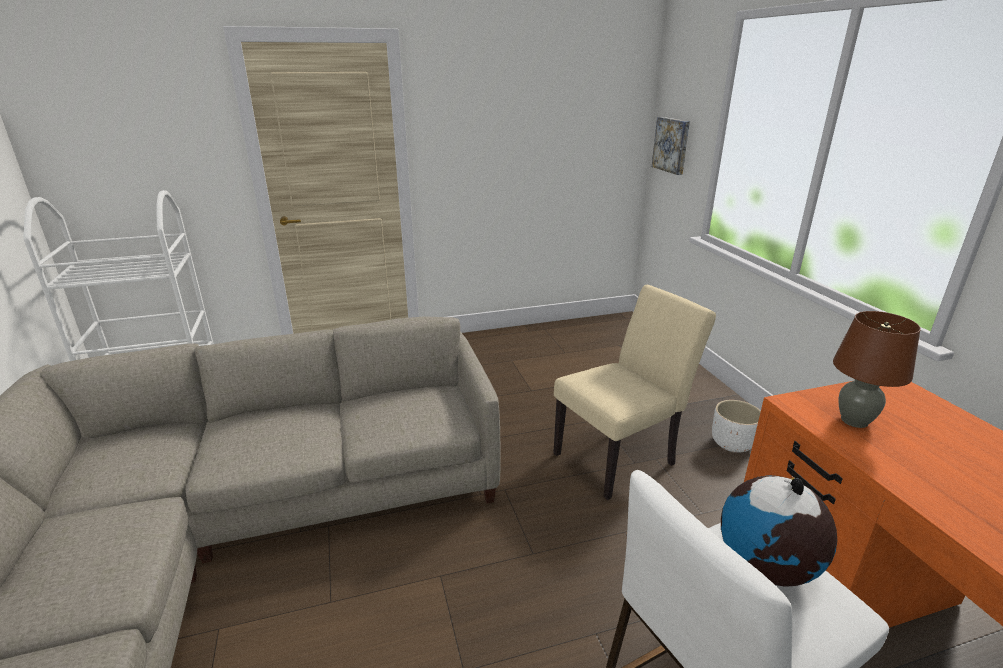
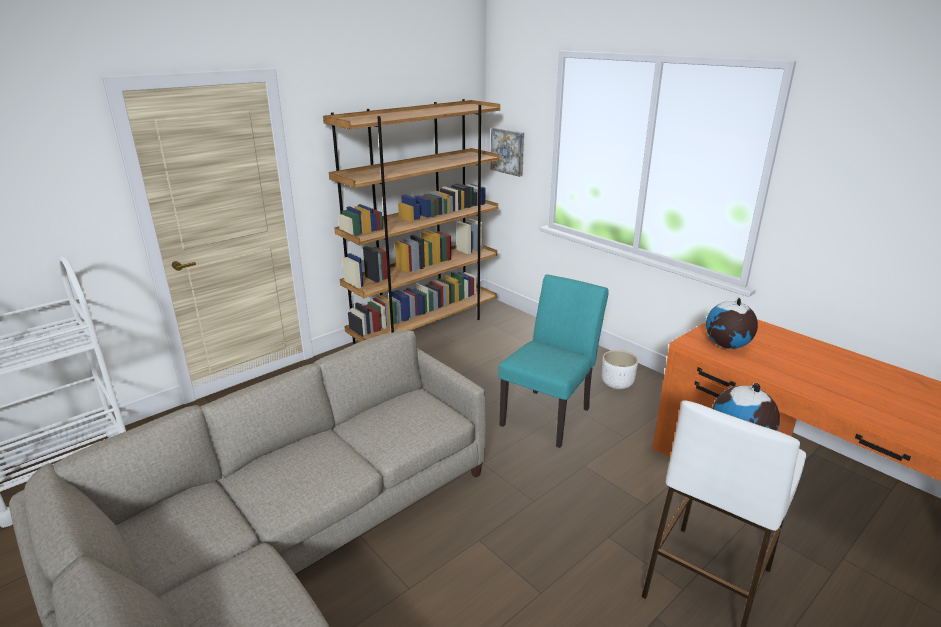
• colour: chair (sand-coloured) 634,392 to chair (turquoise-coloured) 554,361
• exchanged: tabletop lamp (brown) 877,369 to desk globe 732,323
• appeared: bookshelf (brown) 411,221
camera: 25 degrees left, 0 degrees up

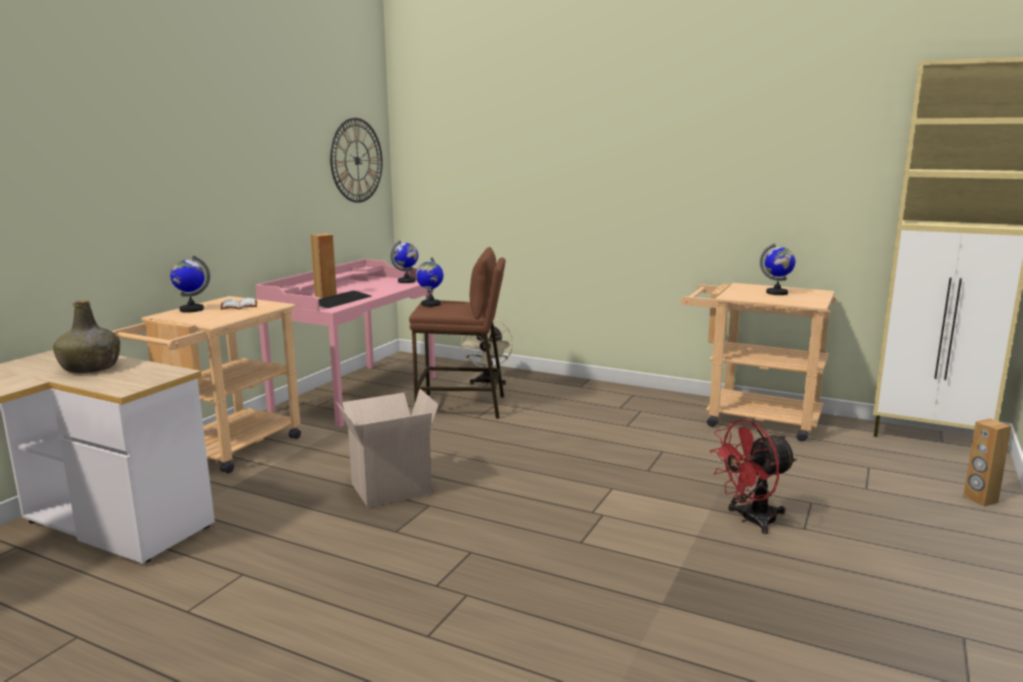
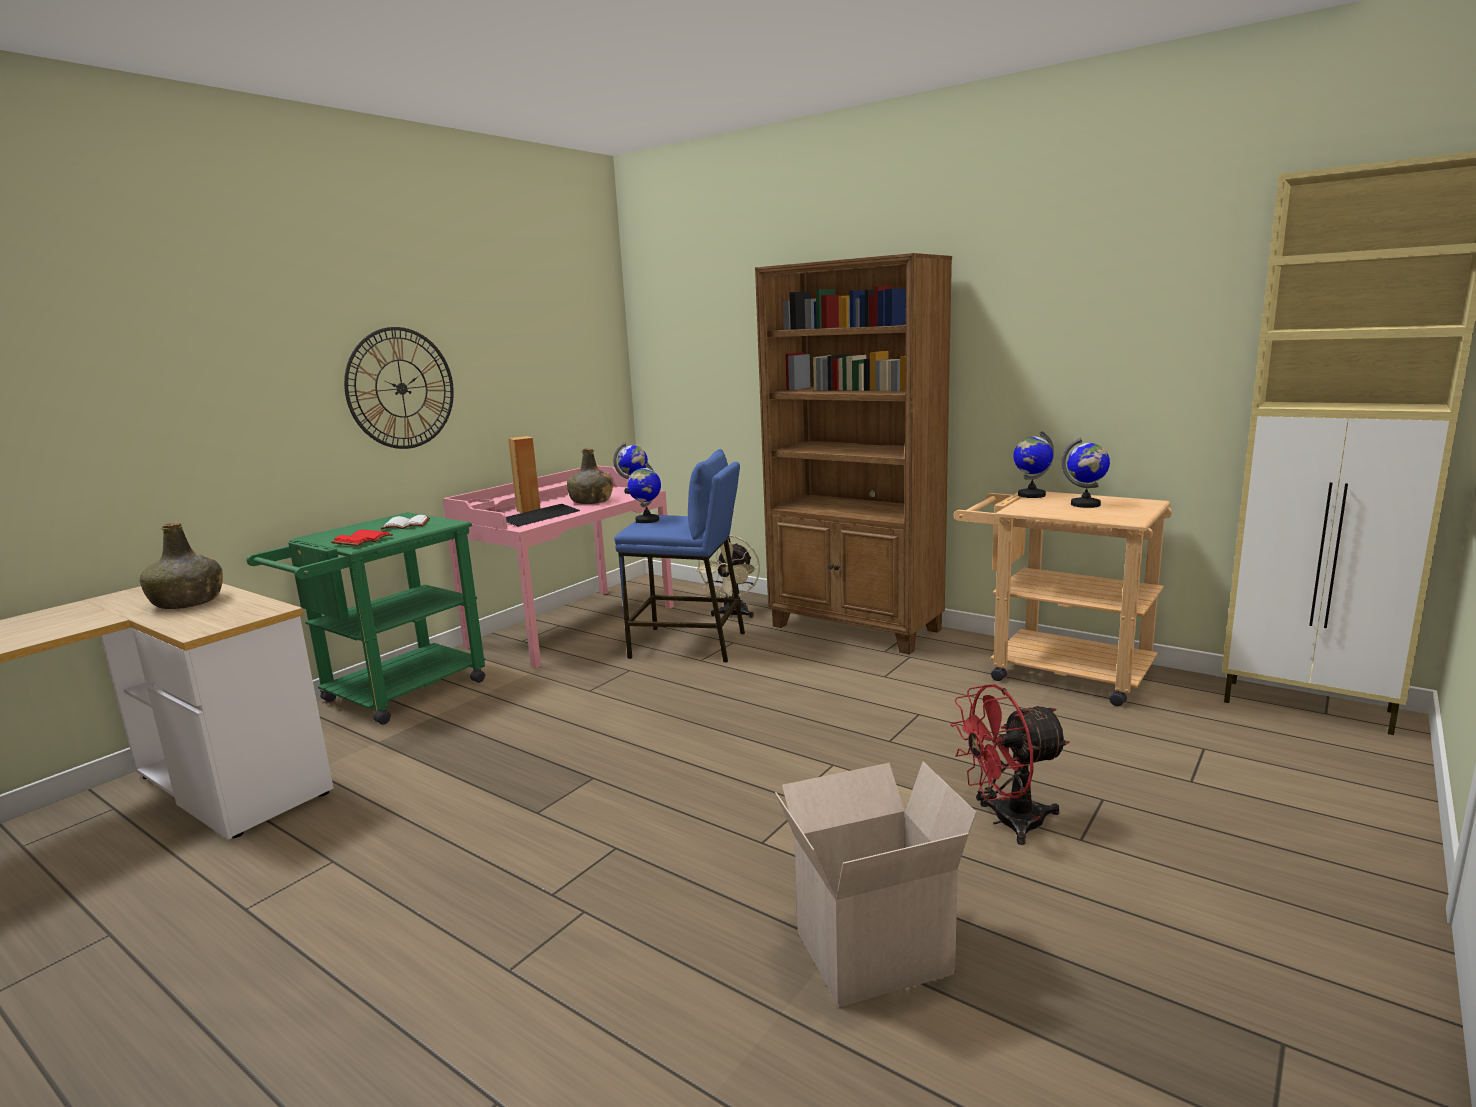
• relocated: clock on the wall 356,160 to 399,388
• colour: stool seat (brown) 457,333 to stool seat (bluish) 679,555
• relocated: desk globe 190,284 to 1033,464
• colour: wheeled cart (sand-coloured) 206,385 to wheeled cart (green) 365,618
• relocated: cardboard box 387,448 to 876,884
• missing: speaker (brown) 987,462
• appeared: bookshelf (brown) 853,453
• appeared: beverage bottle (green) 590,476
• appeared: book (red) 362,538
camera: 10 degrees right, 0 degrees up

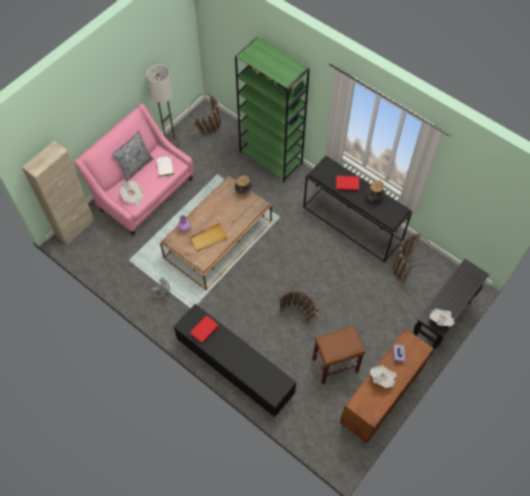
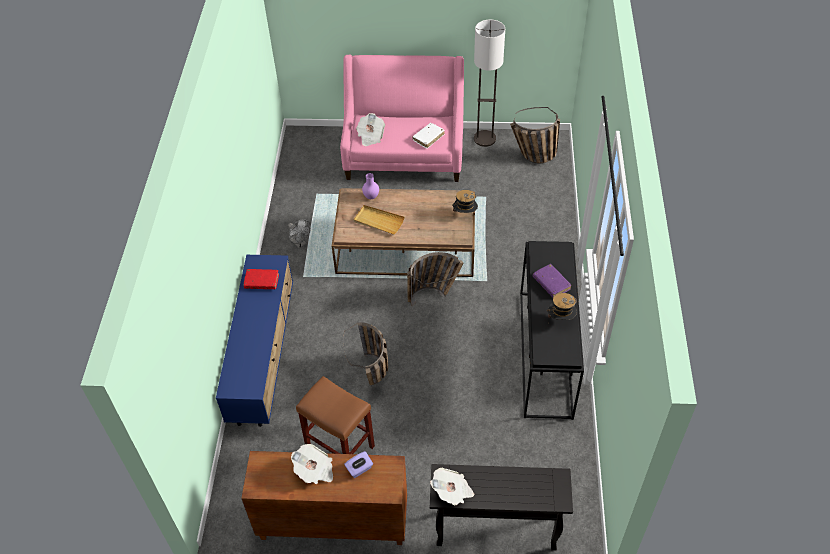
• missing: bookshelf (green) 272,110
• missing: cushion 133,156
• missing: storage cabinet (sand-coloured) 58,193
• colour: book (red) 347,183 to book (purple) 552,281
• relocated: household basket 411,258 to 435,279
• colour: tv unit (black) 234,360 to tv unit (bluish) 254,341
camera: 55 degrees right, 10 degrees down

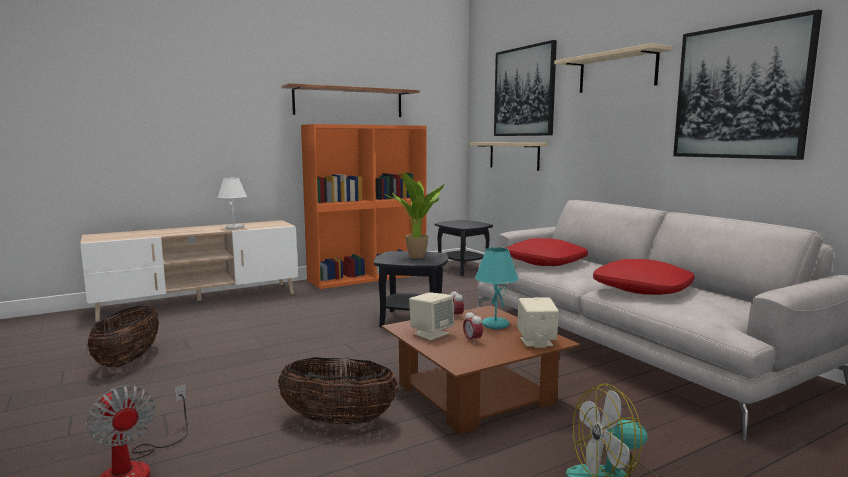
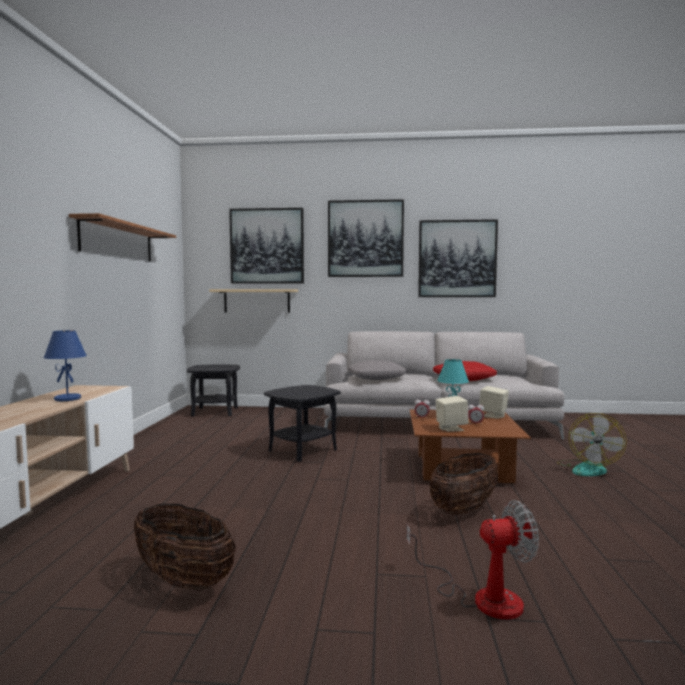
• exchanged: bracket shelf (sand-coloured) 613,68 to wall picture 366,238
• missing: bookshelf (orange-coloured) 363,206
• missing: houseplant 413,216
• colour: tabletop lamp (whitish) 232,203 to tabletop lamp (bluish) 65,365
• colour: cushion (red) 547,252 to cushion (grey) 377,370
camera: 55 degrees left, 5 degrees down

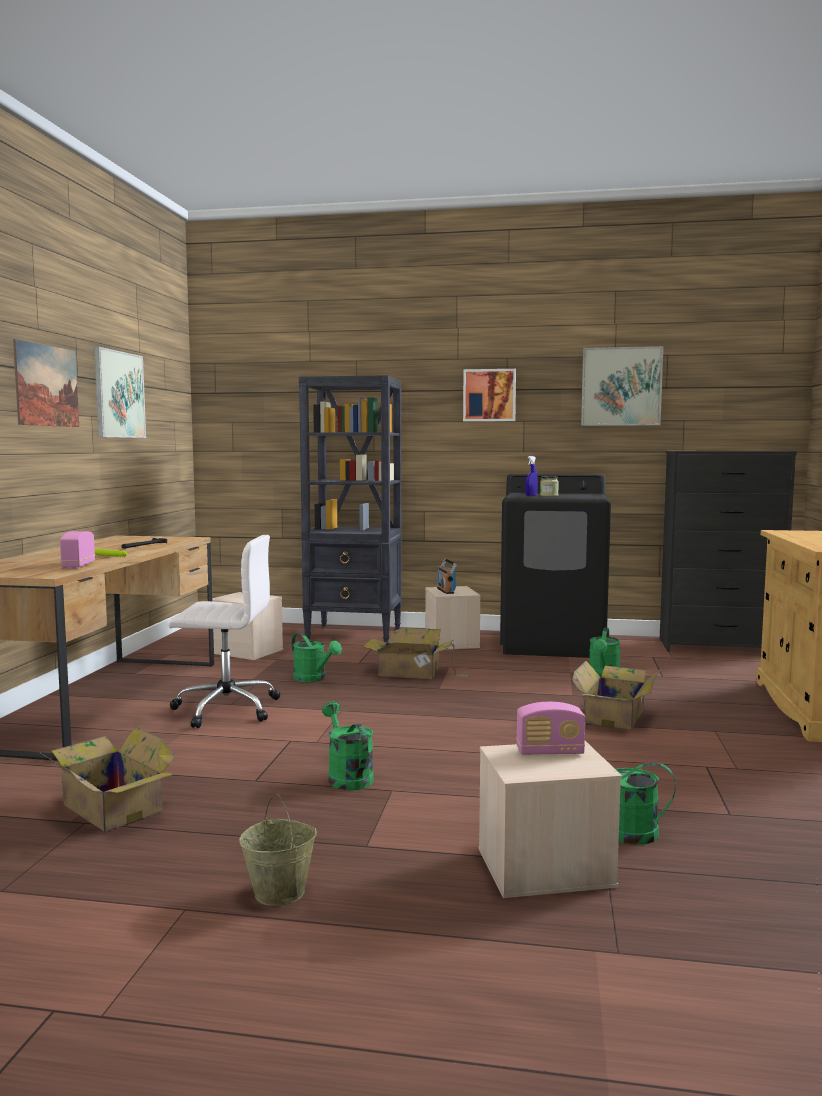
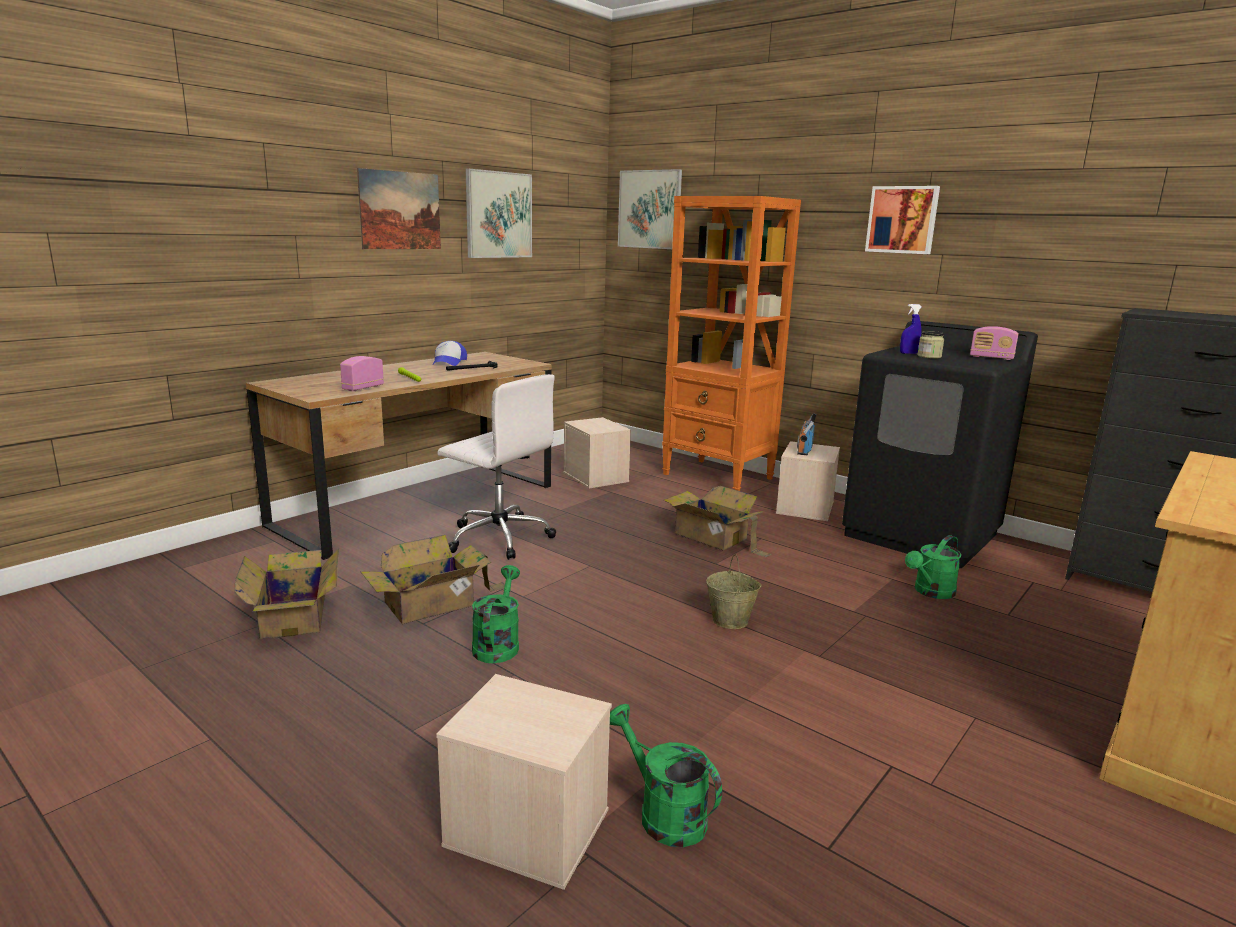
• relocated: wall picture 622,386 to 650,209
• colour: bookshelf (black) 350,509 to bookshelf (orange-coloured) 731,343
• missing: watering can (green) 316,657
• relocated: cardboard box 616,695 to 433,579
• relocated: radio 550,728 to 994,343
• relocated: pail (sand-coloured) 278,850 to 734,591
• appeared: cap 450,353
camera: 30 degrees right, 10 degrees up

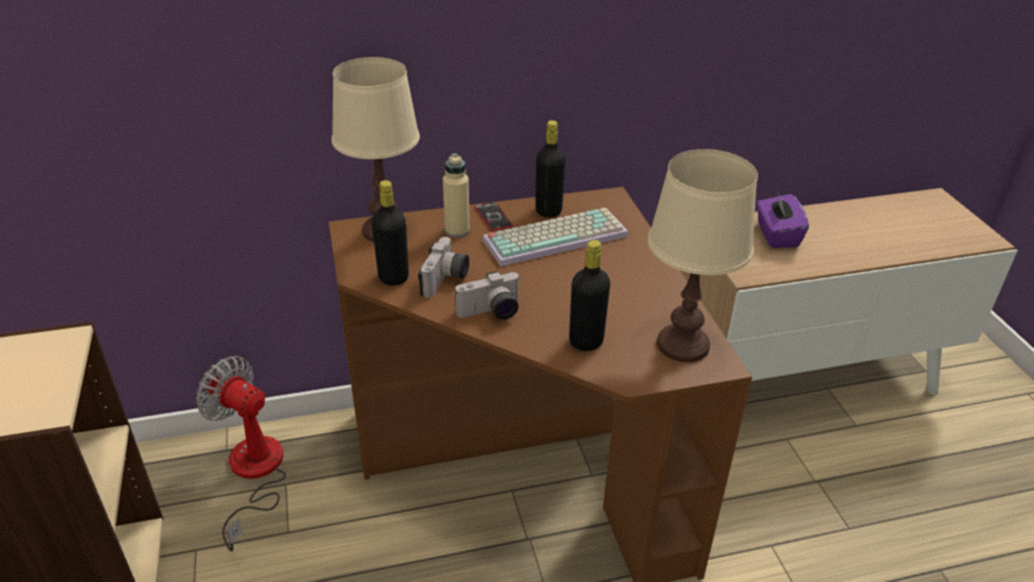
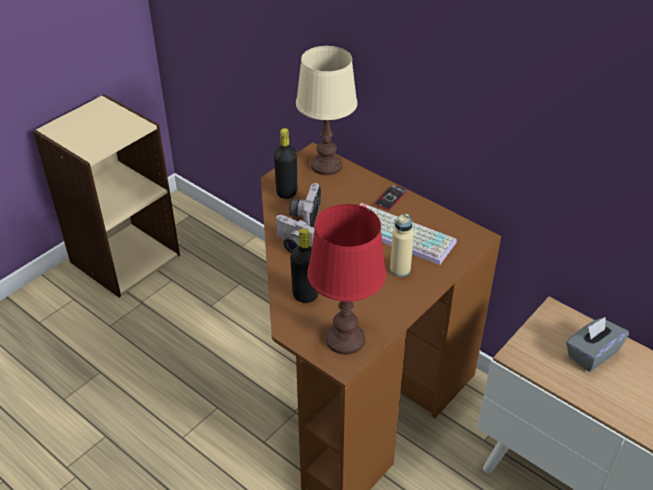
• missing: beverage bottle (black) 550,169
• colour: tabletop lamp (sand-coloured) 703,255 to tabletop lamp (red) 346,279
• relocated: beverage bottle (sand-coloured) 456,196 to 402,245
• colour: tissue box (purple) 783,221 to tissue box (grey) 597,344
• spun: still camera 443,267 = 305,205 120 degrees clockwise
• missing: cooling fan 241,453
camera: 55 degrees right, 5 degrees up

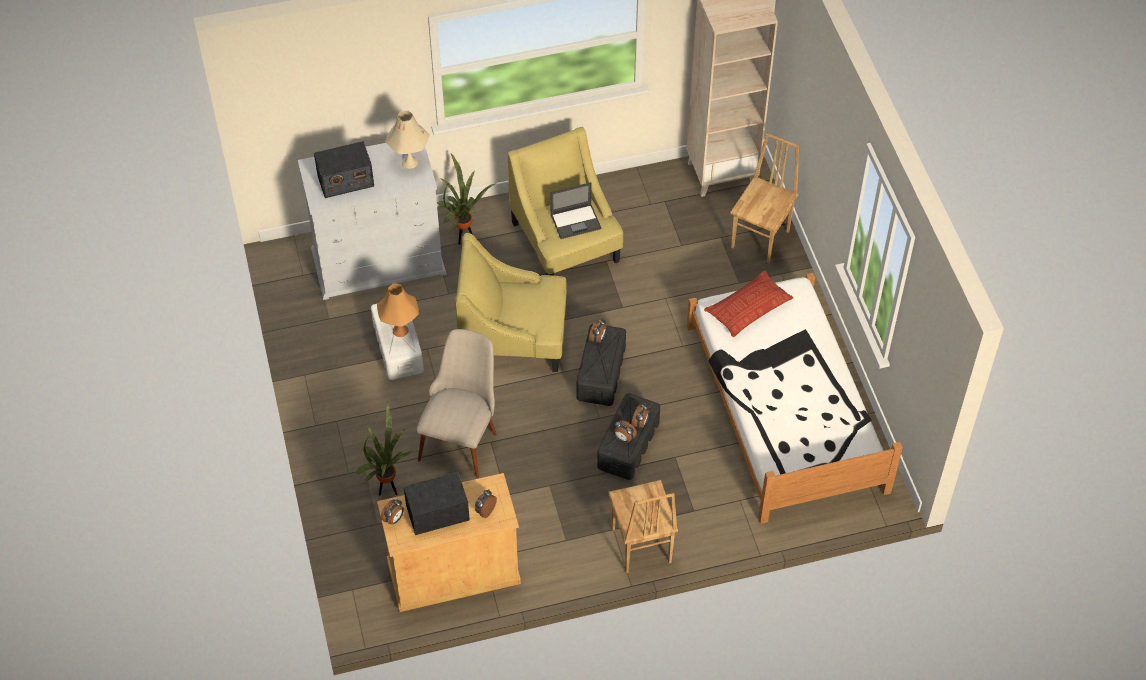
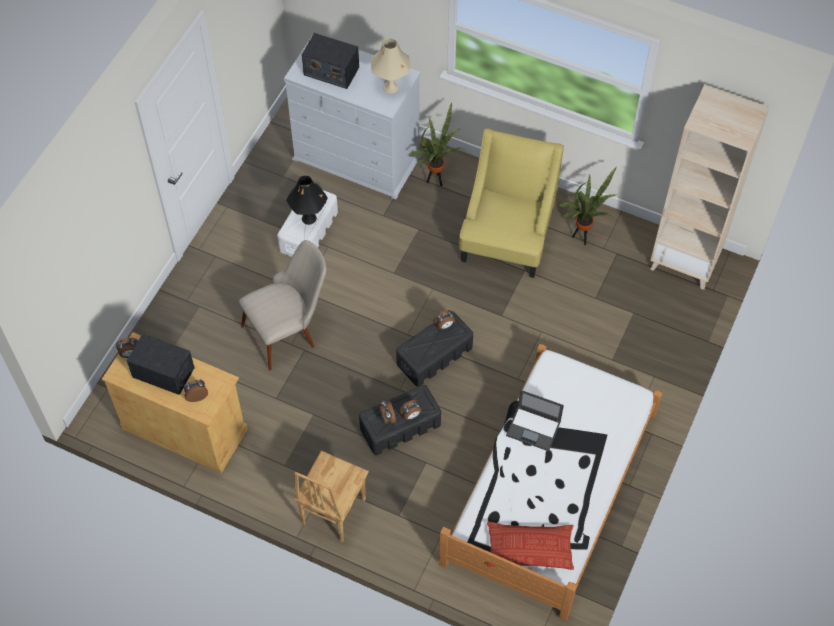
• missing: chair (brown) 764,198
• relocated: notebook computer 575,210 to 535,420
• missing: armchair (yellow-coloured) 511,302
• relocated: cushion 748,303 to 530,546
• colour: tabletop lamp (orange-coloured) 398,310 to tabletop lamp (black) 307,200
• relocated: houseplant 387,449 to 587,206
camera: 40 degrees right, 5 degrees up

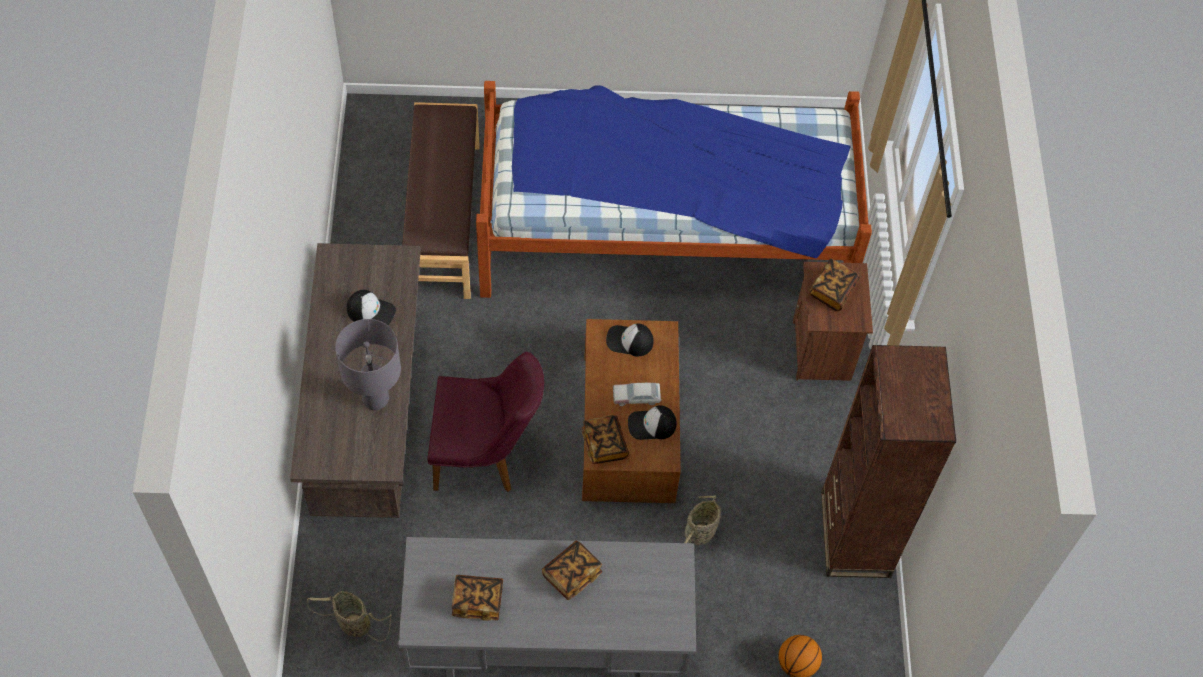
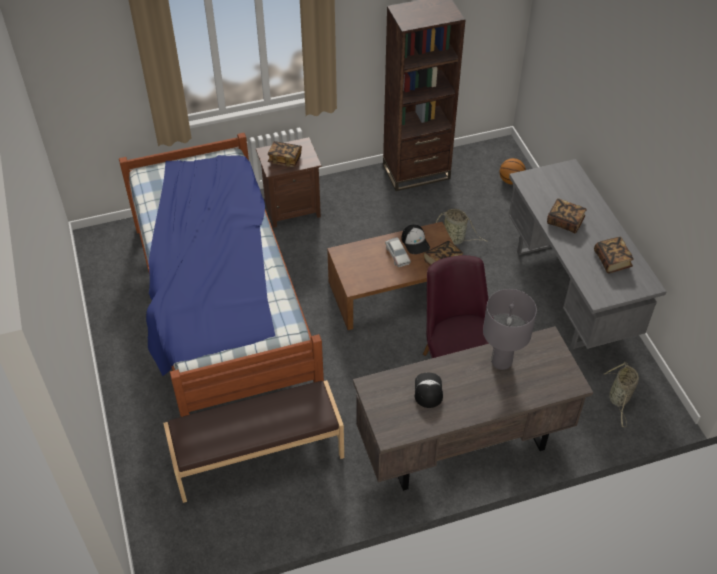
• missing: cap 630,340
camera: 105 degrees left, 10 degrees down

